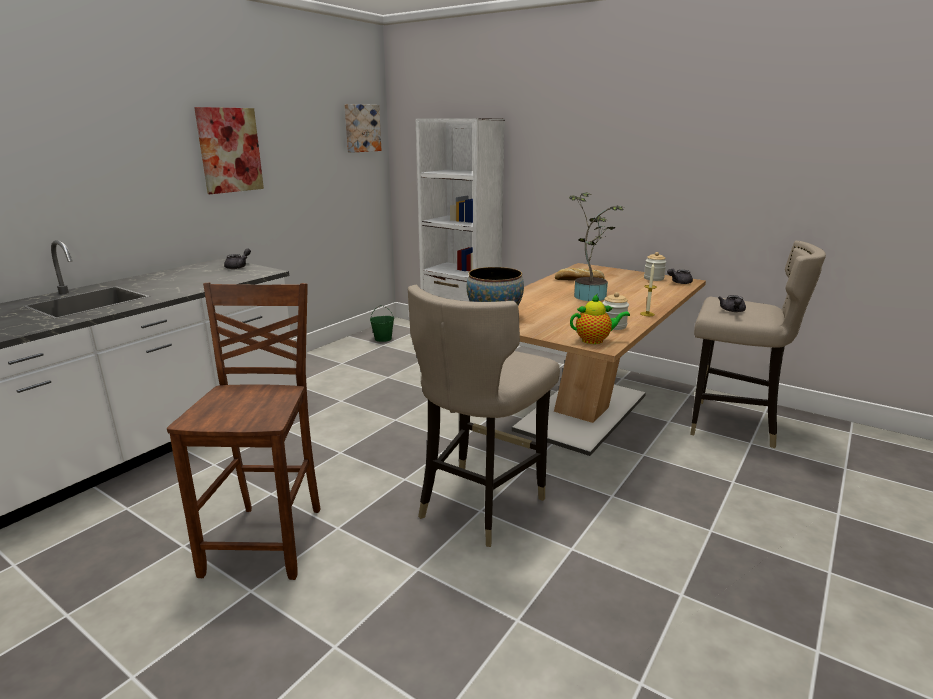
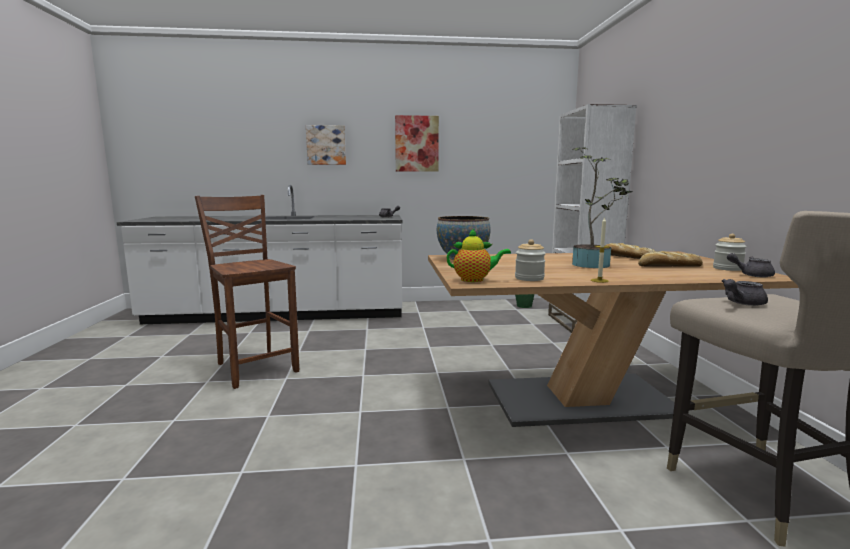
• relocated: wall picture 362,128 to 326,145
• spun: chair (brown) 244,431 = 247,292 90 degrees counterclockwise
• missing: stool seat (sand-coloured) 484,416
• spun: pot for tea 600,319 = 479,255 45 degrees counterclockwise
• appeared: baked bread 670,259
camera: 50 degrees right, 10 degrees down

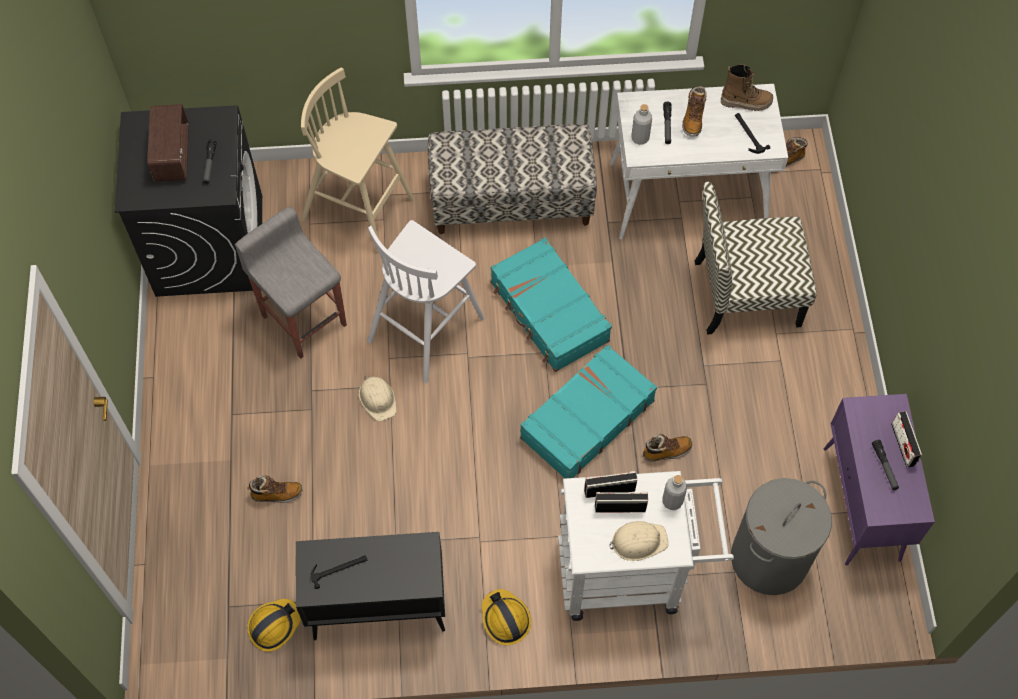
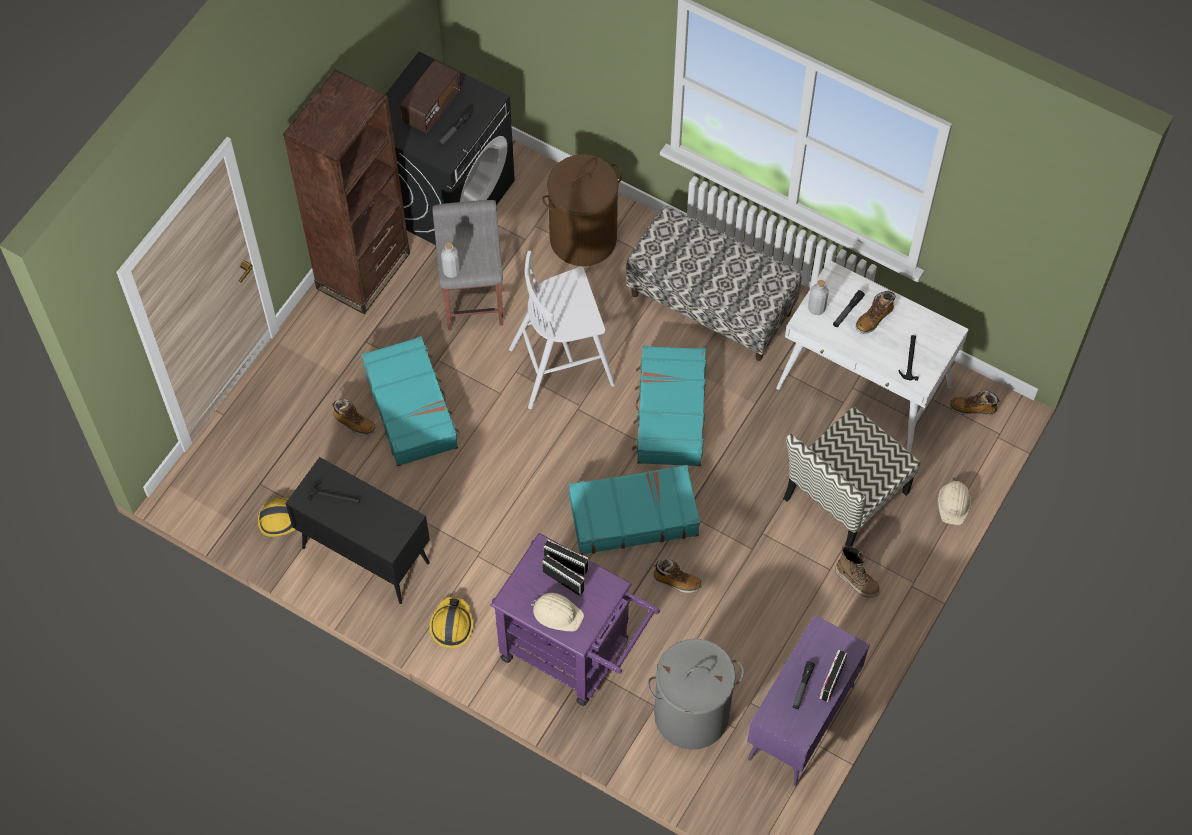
• relocated: boot 747,88 to 857,571
• exchanged: stool seat (sand-coloured) 357,160 to washing basket (brown) 582,210
• spun: chair 756,258 = 851,477 75 degrees counterclockwise
• relocated: work helmet (sand-coloured) 377,398 to 954,501
• colour: wheeled cart (whitish) 646,546 to wheeled cart (purple) 575,619
• relocated: beverage bottle (grey) 674,492 to 450,260
• appeared: bookshelf (brown) 346,192
• appeared: suitcase (turquoise-coloured) 410,401
camera: 35 degrees right, 0 degrees up

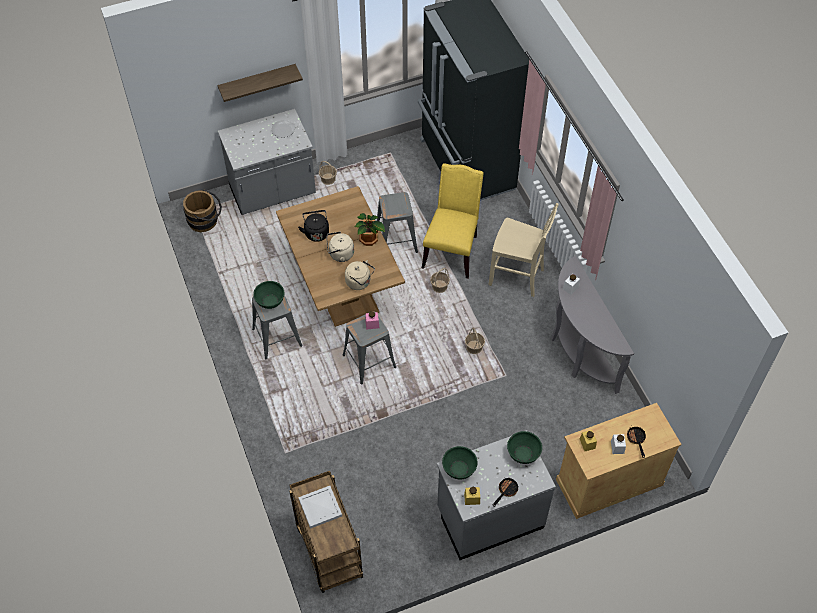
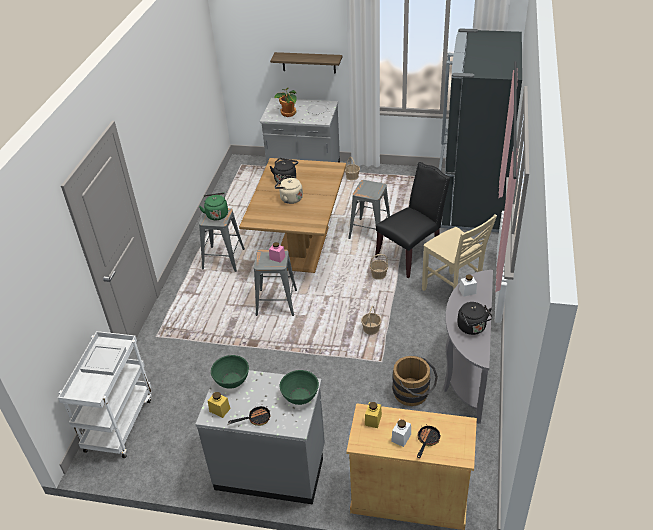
• colour: chair (yellow-coloured) 452,221 to chair (black) 412,220
• relocated: pail (brown) 202,211 to 415,381
• relocated: houseplant 370,229 to 285,102
• missing: kettle (sand-coloured) 360,275
• exchanged: deep dish (green) 268,295 to kettle (green) 213,206
• colour: wheeled cart (brown) 326,532 to wheeled cart (whitish) 104,394
• appeared: kettle (black) 475,318
camera: 35 degrees right, 15 degrees down

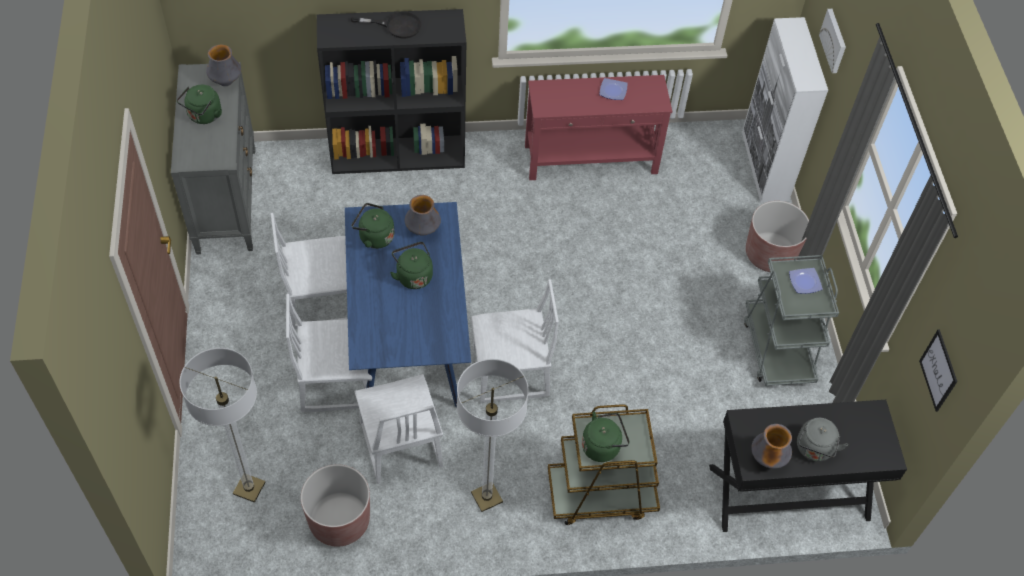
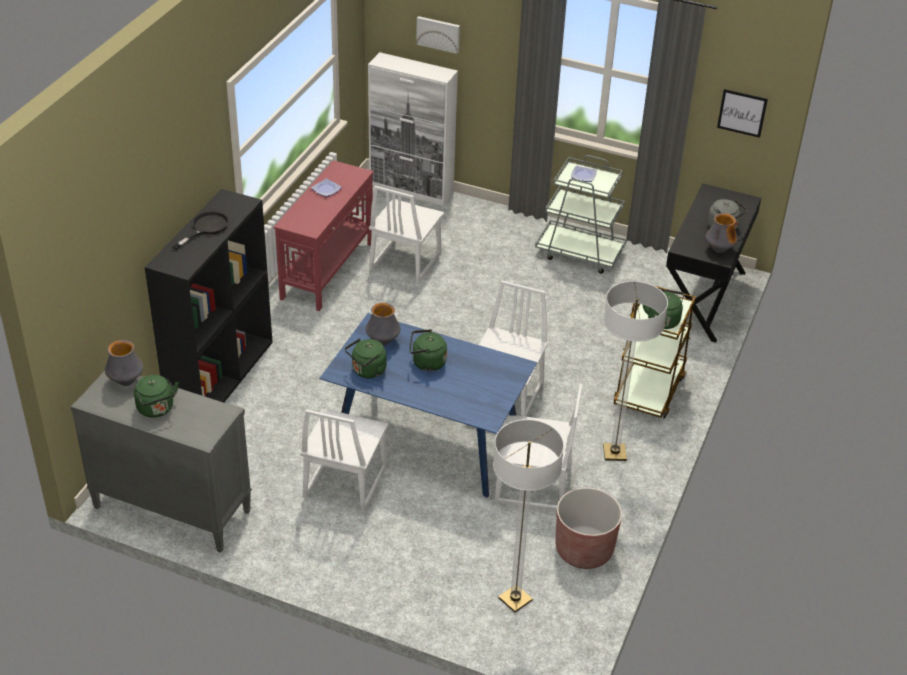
• missing: flower pot (brown) 777,236
• relocated: chair (whitish) 329,353 to 406,234
camera: 60 degrees left, 15 degrees down

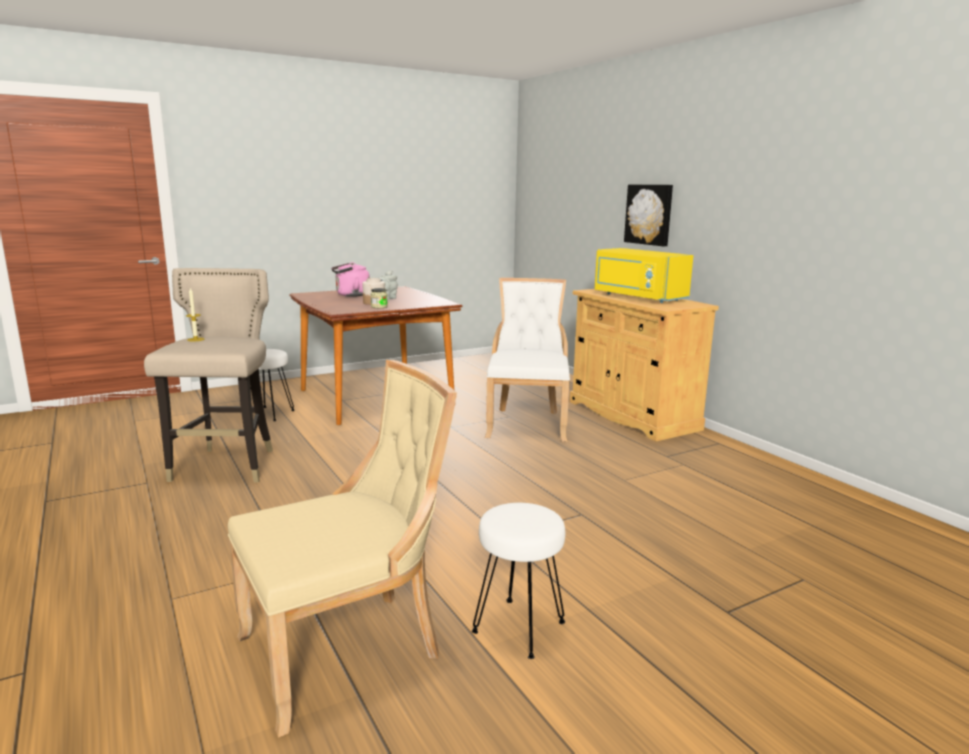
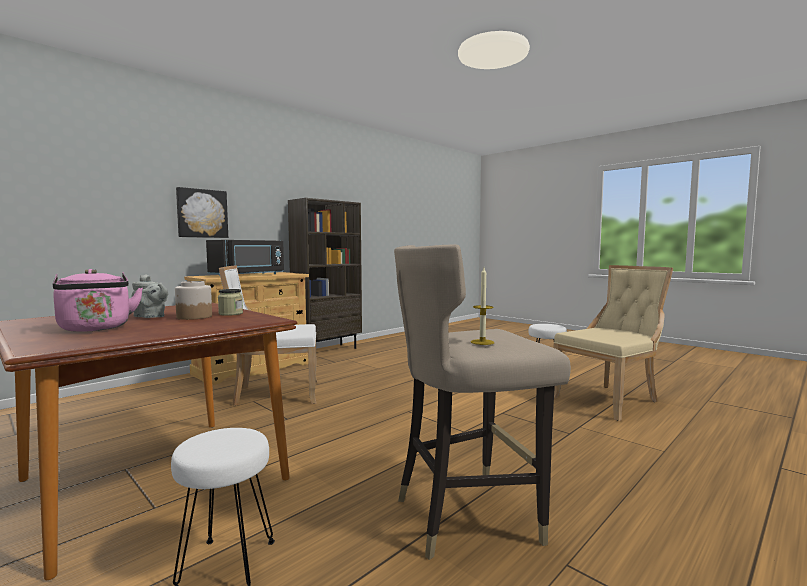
• colour: microwave (yellow-coloured) 644,275 to microwave (black) 245,258
• spun: chair (sand-coloured) 342,549 = 613,343 105 degrees clockwise
• appeared: bookshelf (brown) 325,273
camera: 105 degrees left, 10 degrees down

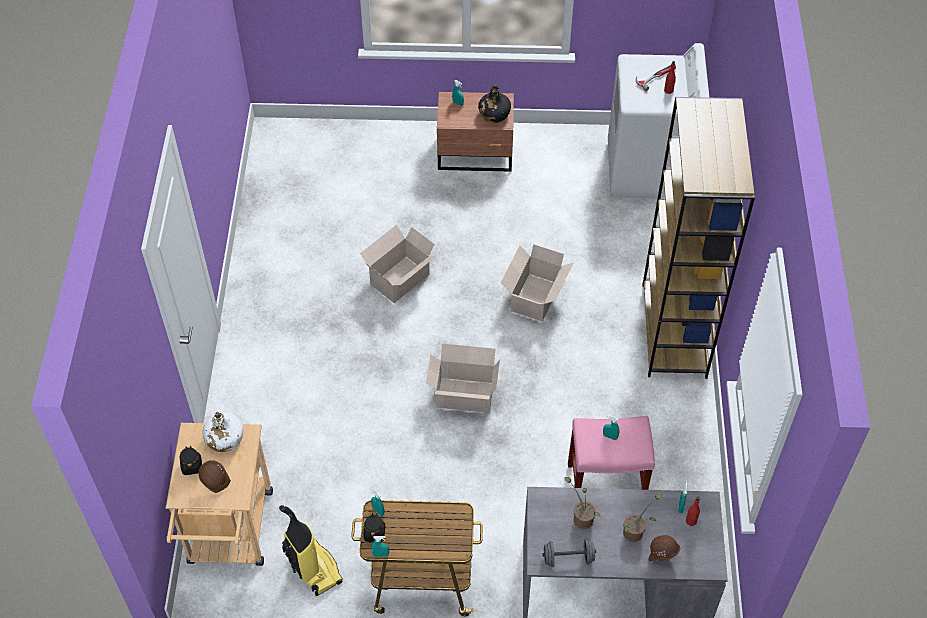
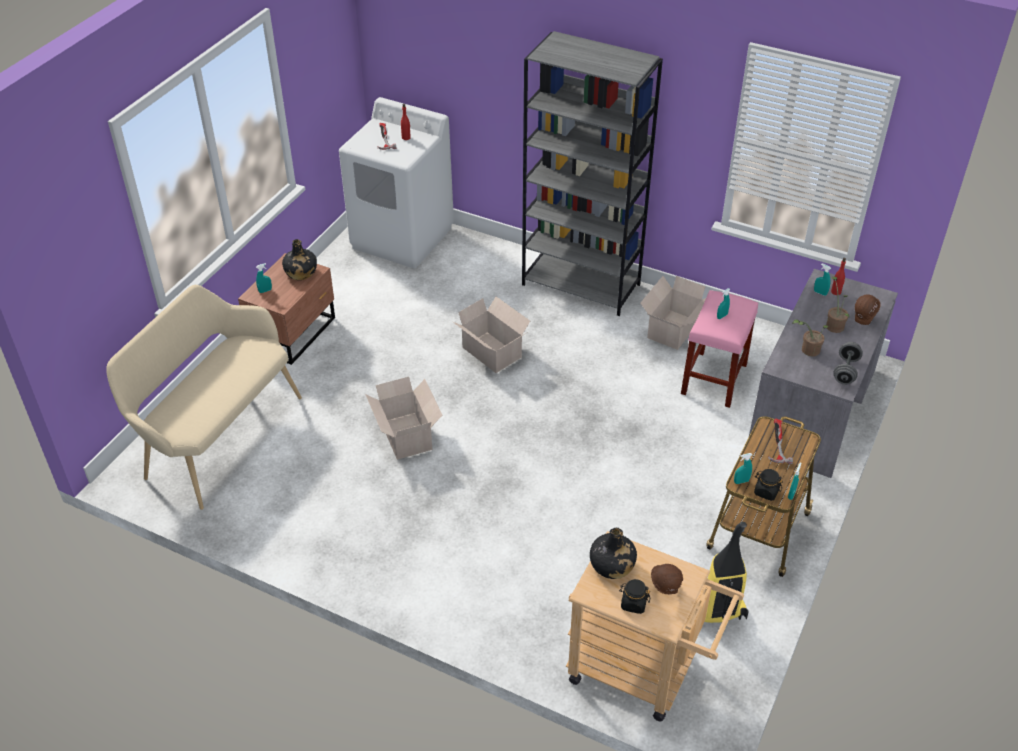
• colour: bookshelf (brown) 698,238 to bookshelf (grey) 592,173
• relocated: cardboard box 463,378 to 673,313
• colour: beverage bottle (whitish) 223,431 to beverage bottle (black) 613,553
• appeared: bench (sand-coloured) 204,397
• appeared: tool hammer 780,441
camera: 65 degrees left, 10 degrees down

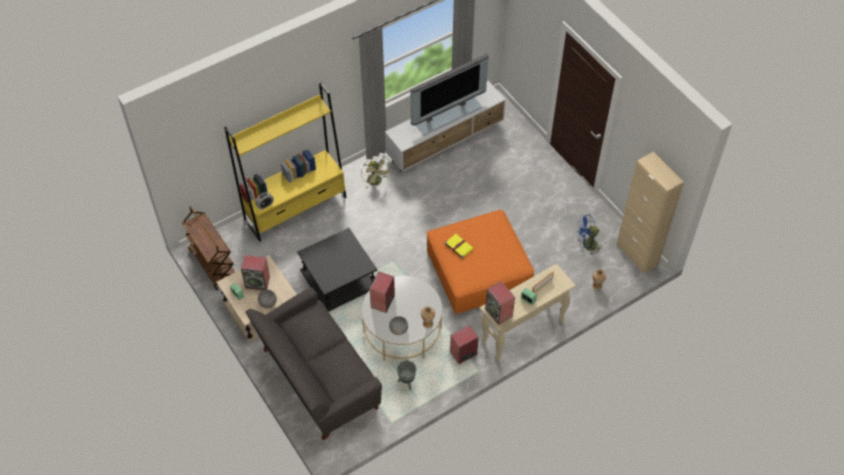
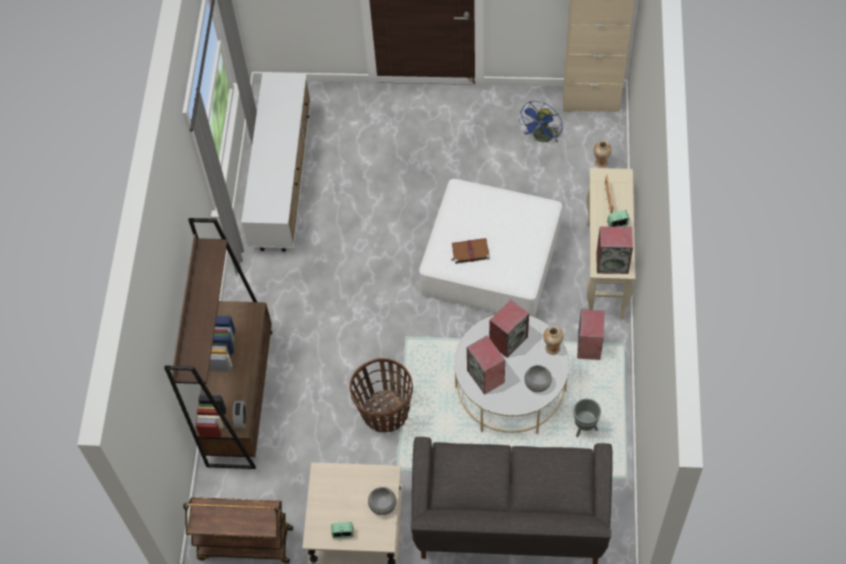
• missing: TV 449,95
• colour: bookshelf (yellow-coloured) 285,162 to bookshelf (brown) 218,343
• missing: cooling fan (green) 376,172
• colour: footrest (orange-coloured) 480,262 to footrest (whitish) 490,248
• exchanged: accent table (black) 337,270 to household basket 381,395
• colour: book (yellow-coloured) 459,246 to book (brown) 470,251
• relocated: speaker 255,272 to 509,328
camera: 50 degrees left, 5 degrees up

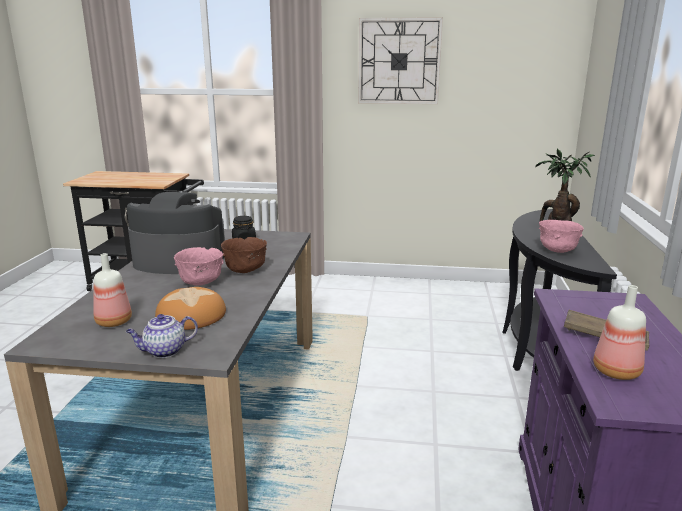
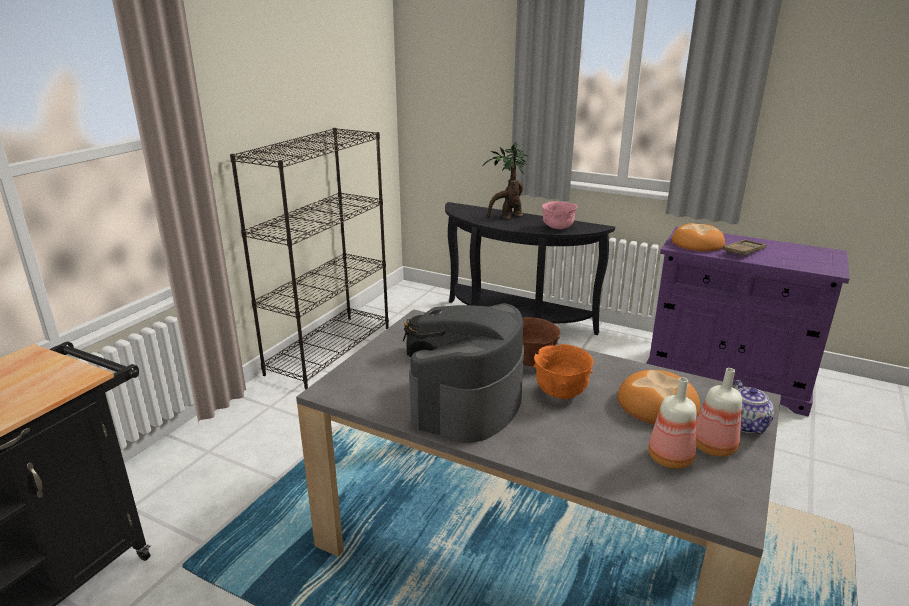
• missing: clock on the wall 400,60
• colour: deep dish (pink) 199,266 to deep dish (orange-coloured) 564,371
• relocated: beverage bottle 619,332 to 719,412
• appeared: bookshelf (black) 309,258
• appeared: baked bread 698,237
camera: 70 degrees left, 5 degrees up

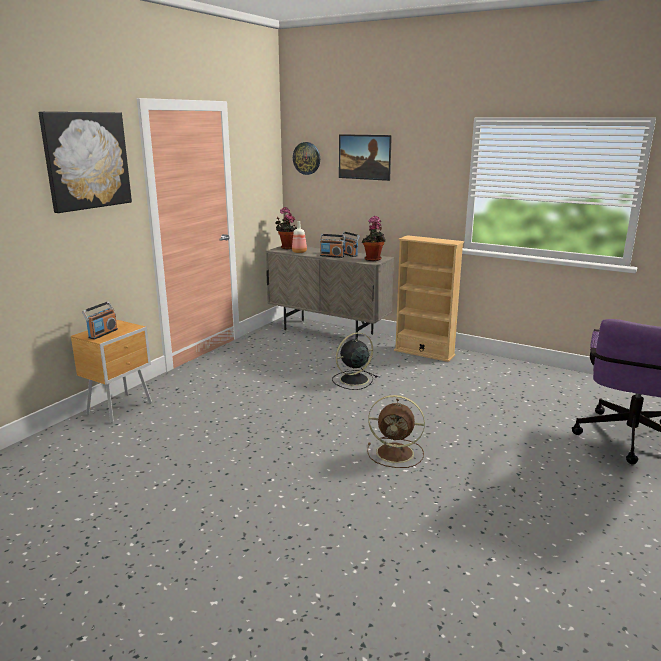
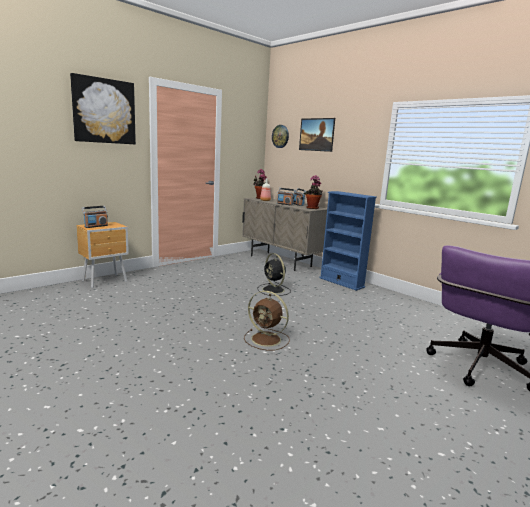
• colour: bookshelf (sand-coloured) 429,298 to bookshelf (bluish) 348,241
• spun: cooling fan (black) 354,361 = 274,274 105 degrees counterclockwise
camera: 15 degrees right, 5 degrees down

